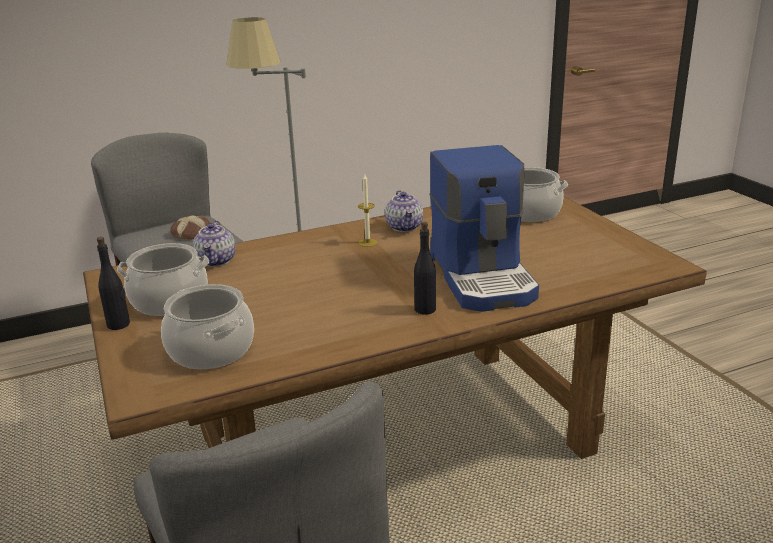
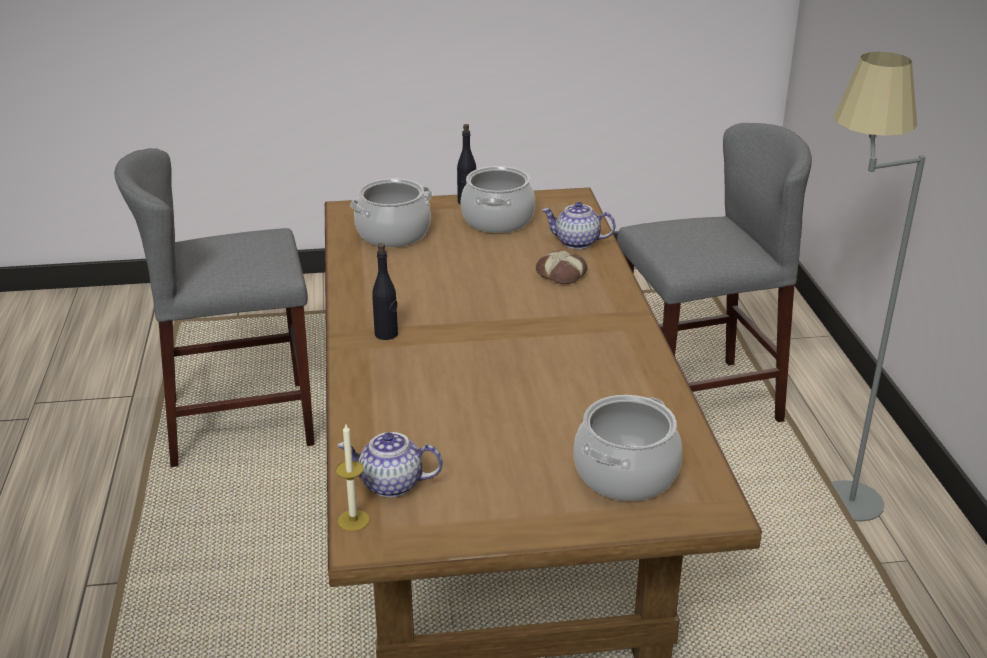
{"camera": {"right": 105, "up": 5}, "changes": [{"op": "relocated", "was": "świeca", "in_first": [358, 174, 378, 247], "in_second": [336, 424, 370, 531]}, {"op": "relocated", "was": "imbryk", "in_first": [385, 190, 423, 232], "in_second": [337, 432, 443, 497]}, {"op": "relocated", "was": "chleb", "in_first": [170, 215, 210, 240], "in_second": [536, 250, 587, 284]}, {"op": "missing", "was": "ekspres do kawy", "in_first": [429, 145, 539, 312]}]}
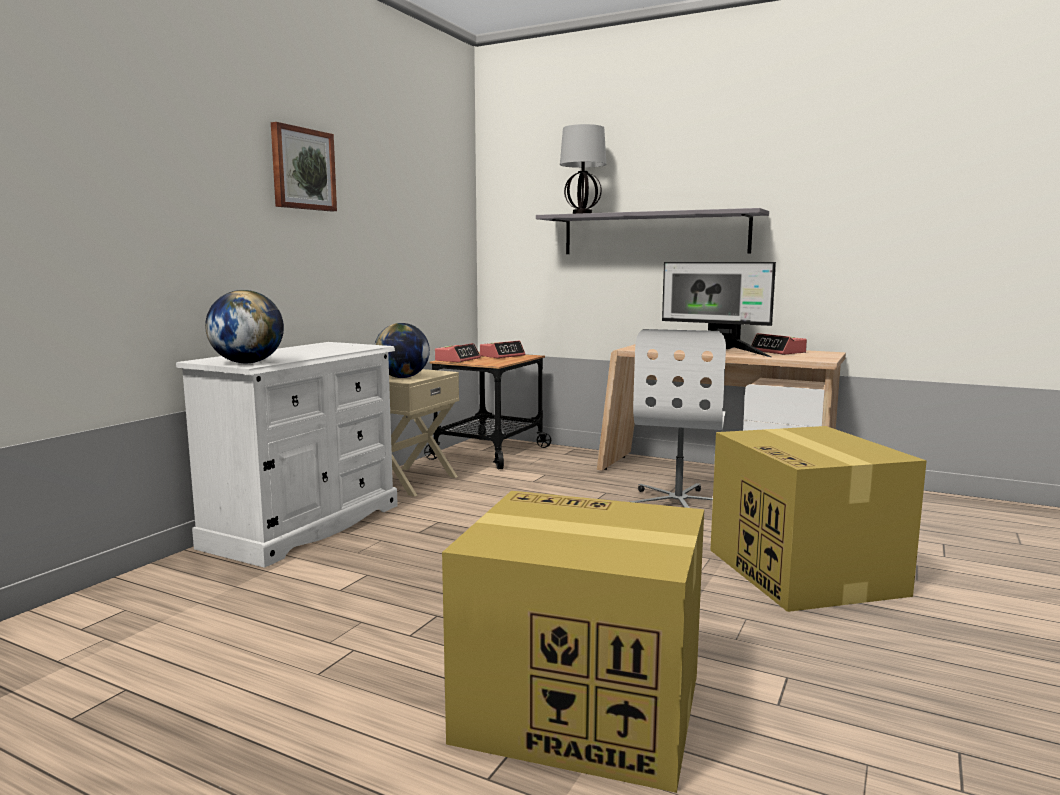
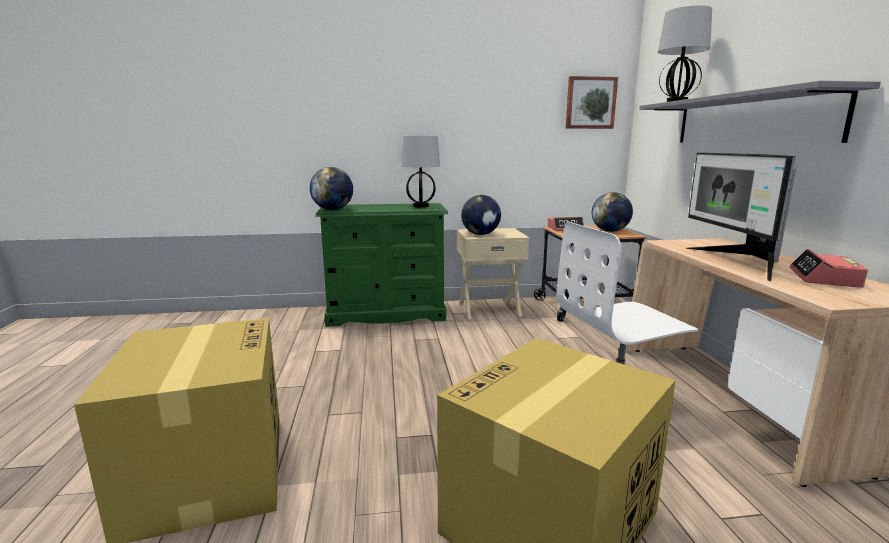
{"camera": {"right": 55, "up": 5}, "changes": [{"op": "colour", "was": "komoda [biały]", "now": "komoda [zielony]", "in_first": [176, 342, 398, 568], "in_second": [316, 203, 448, 327]}, {"op": "appeared", "now": "lampa stołowa", "in_second": [401, 136, 440, 208]}, {"op": "relocated", "was": "obraz", "in_first": [271, 122, 337, 211], "in_second": [566, 76, 618, 129]}, {"op": "exchanged", "was": "budzik", "now": "globus", "in_first": [480, 341, 525, 358], "in_second": [592, 192, 633, 232]}]}
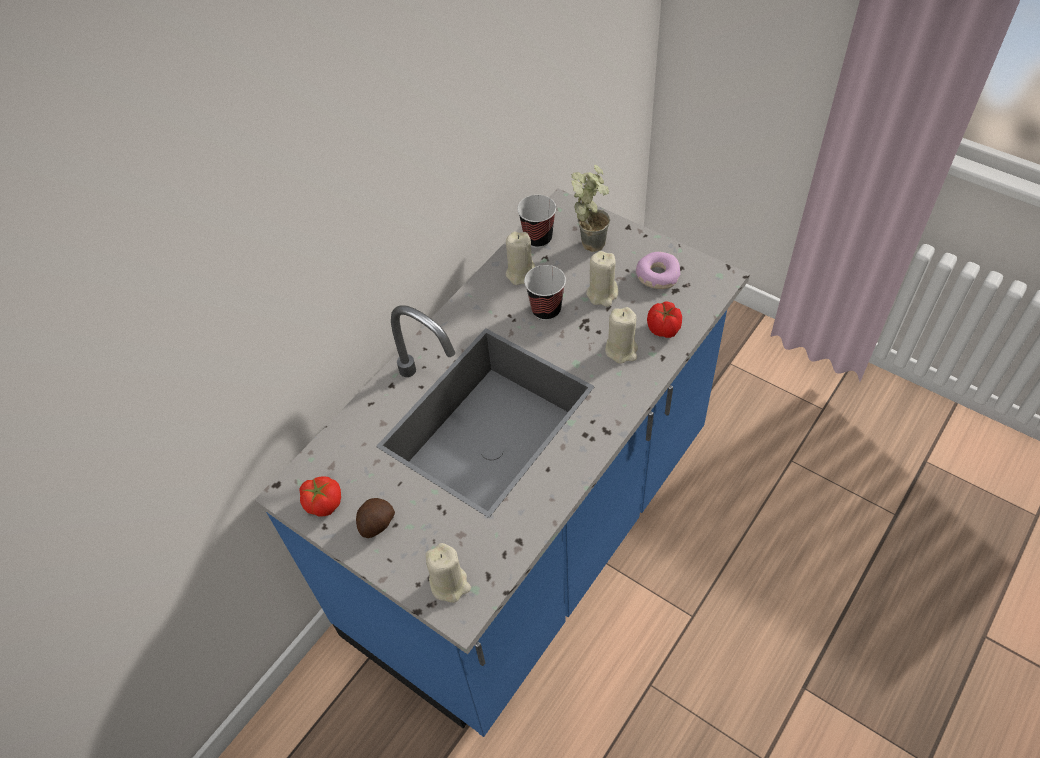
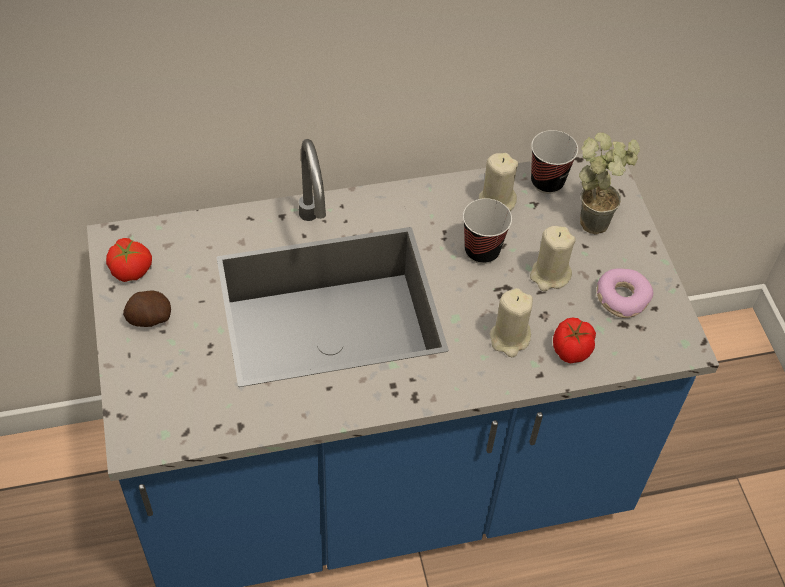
{"camera": {"right": 35, "up": 0}, "changes": [{"op": "missing", "was": "świeca [beżowy]", "in_first": [426, 543, 471, 603]}]}
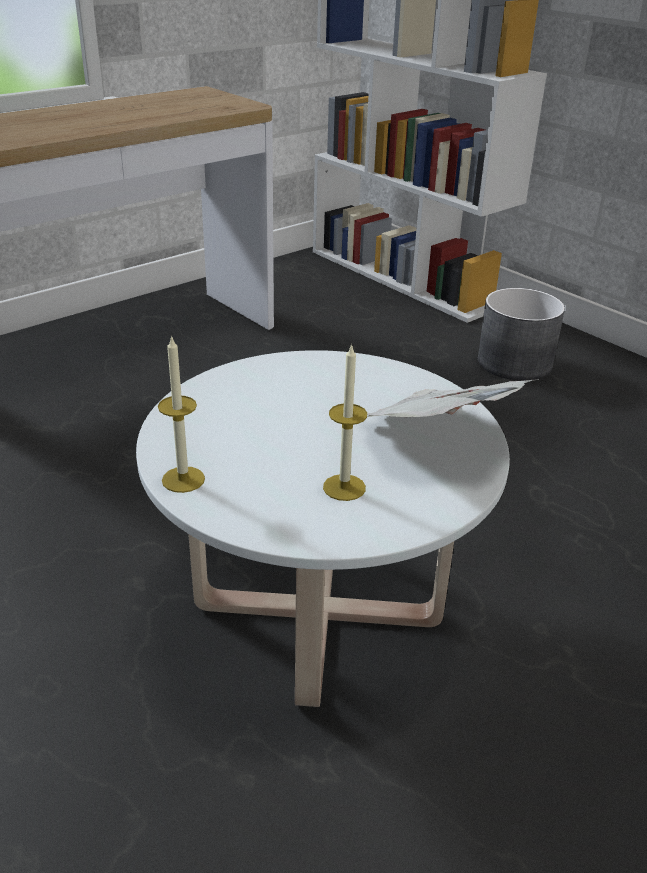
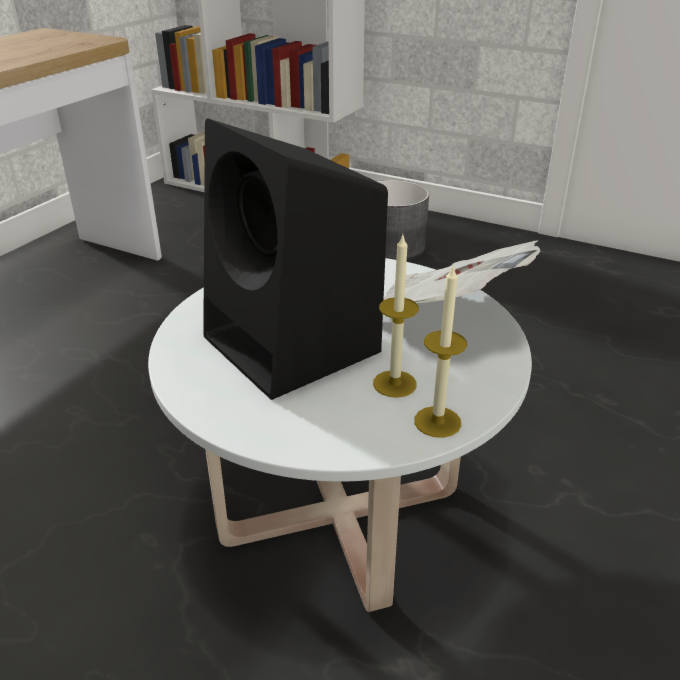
{"camera": {"right": -20, "up": 0}, "changes": [{"op": "appeared", "now": "głośnik [czarny]", "in_second": [203, 118, 388, 400]}, {"op": "relocated", "was": "świeca", "in_first": [158, 335, 205, 493], "in_second": [414, 267, 467, 438]}]}
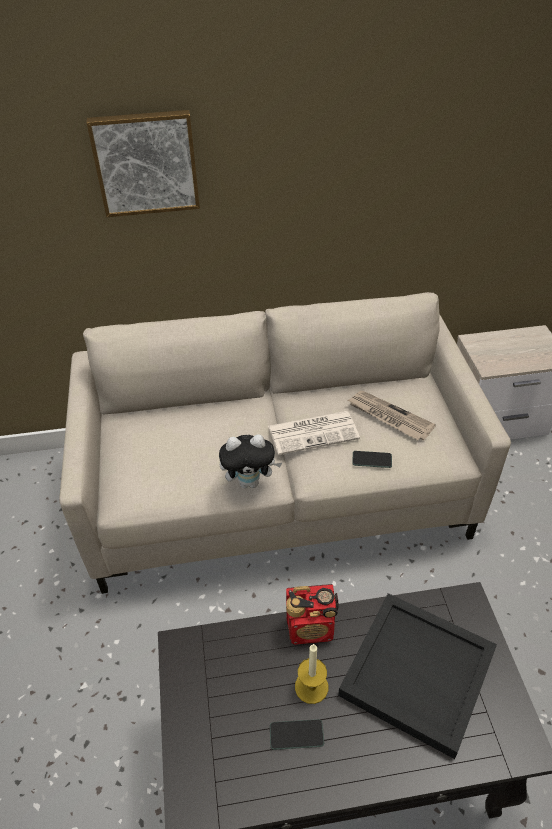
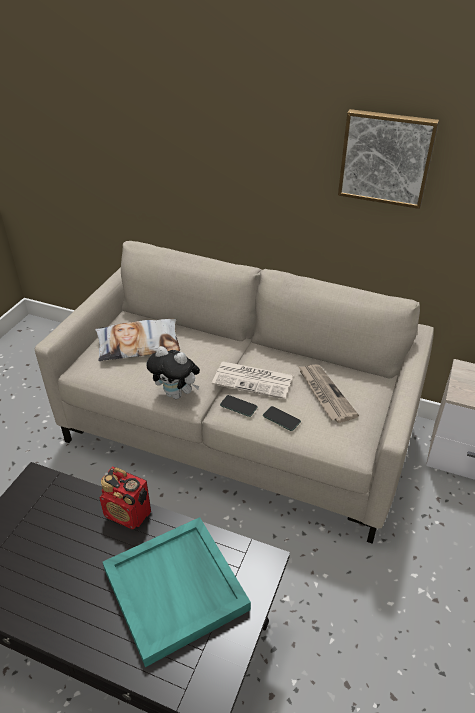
{"camera": {"right": 30, "up": -5}, "changes": [{"op": "appeared", "now": "poduszka", "in_second": [95, 319, 180, 361]}, {"op": "colour", "was": "taca [czarny]", "now": "taca [turkusowy]", "in_first": [338, 593, 497, 759], "in_second": [103, 517, 251, 667]}, {"op": "relocated", "was": "telefon", "in_first": [270, 719, 324, 750], "in_second": [220, 395, 258, 417]}, {"op": "relocated", "was": "obraz", "in_first": [86, 110, 200, 217], "in_second": [338, 109, 439, 209]}, {"op": "missing", "was": "świeca", "in_first": [295, 643, 328, 704]}]}
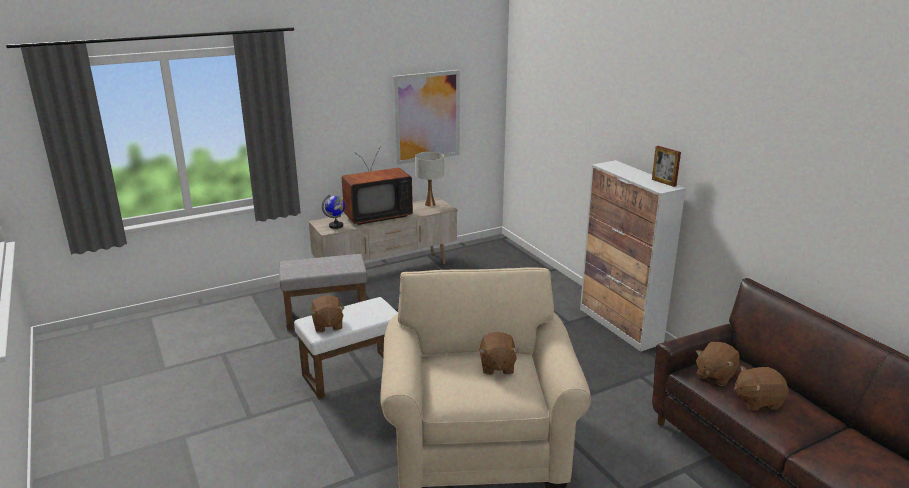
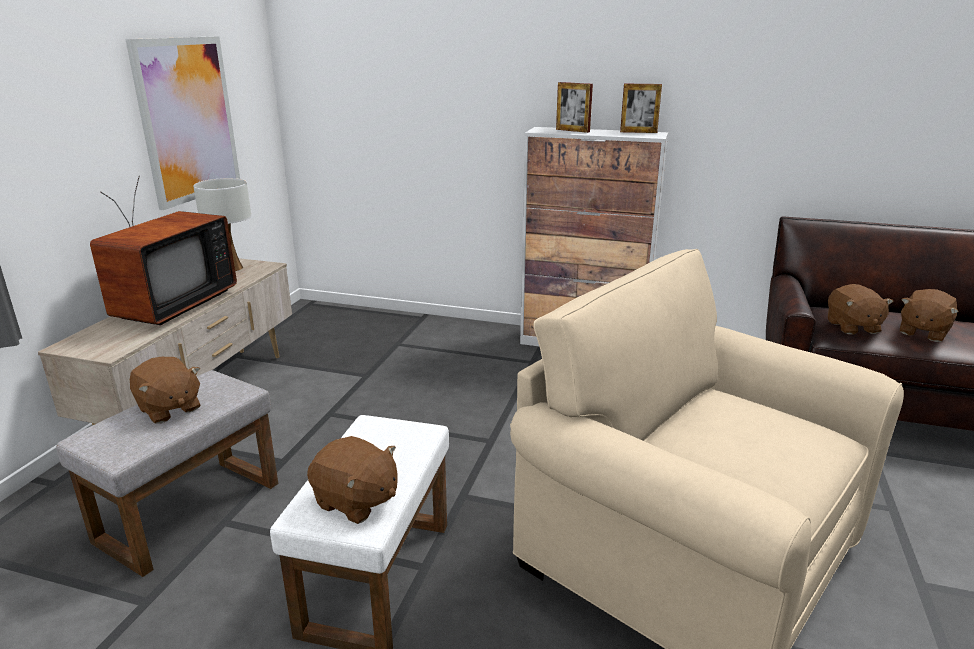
{"camera": {"right": -45, "up": 0}, "changes": [{"op": "relocated", "was": "pluszak [brązowy]", "in_first": [479, 332, 519, 375], "in_second": [130, 357, 201, 424]}, {"op": "appeared", "now": "ramka na zdjęcie", "in_second": [556, 82, 593, 133]}, {"op": "missing", "was": "globus", "in_first": [322, 195, 345, 229]}]}
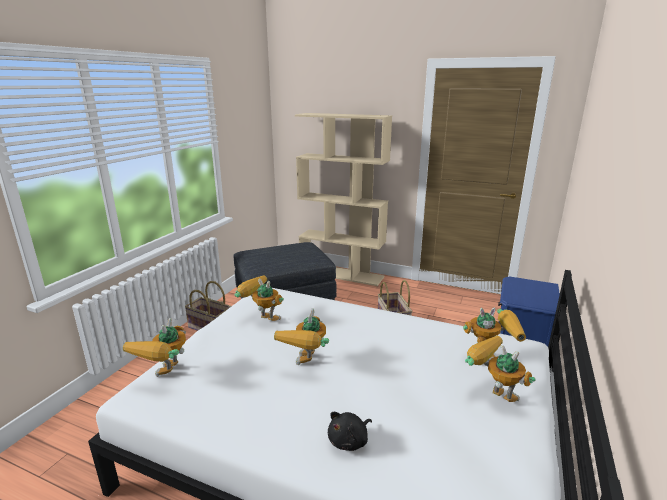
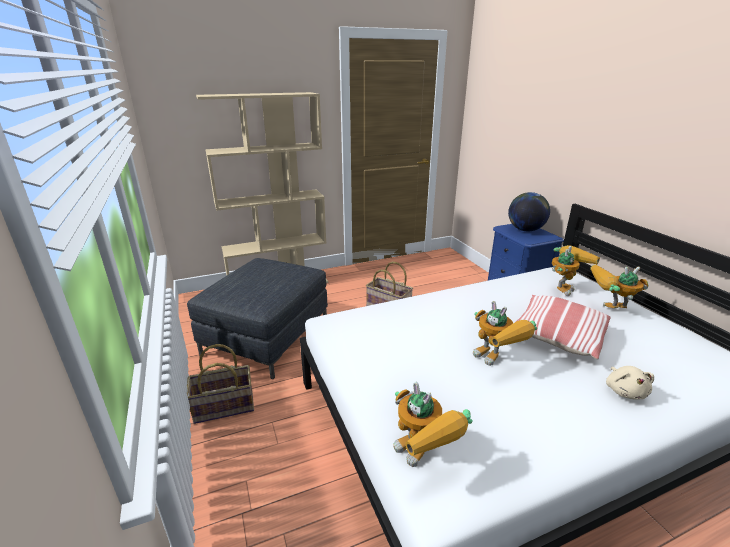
{"camera": {"right": -45, "up": 5}, "changes": [{"op": "appeared", "now": "globus", "in_second": [508, 192, 550, 231]}, {"op": "appeared", "now": "poduszka", "in_second": [516, 295, 611, 360]}, {"op": "colour", "was": "pluszak [czarny]", "now": "pluszak [beżowy]", "in_first": [328, 412, 372, 451], "in_second": [606, 366, 654, 400]}, {"op": "missing", "was": "robot zabawkowy", "in_first": [234, 275, 284, 321]}]}
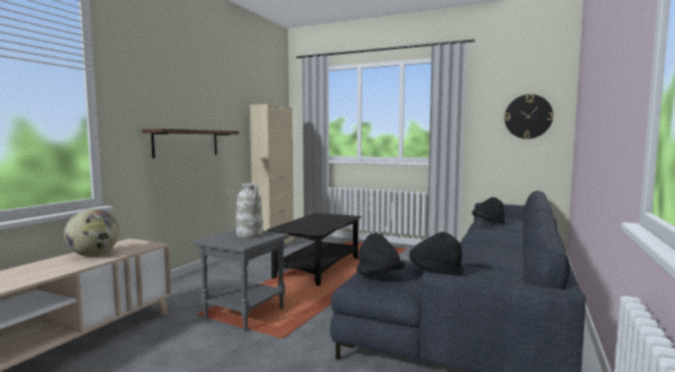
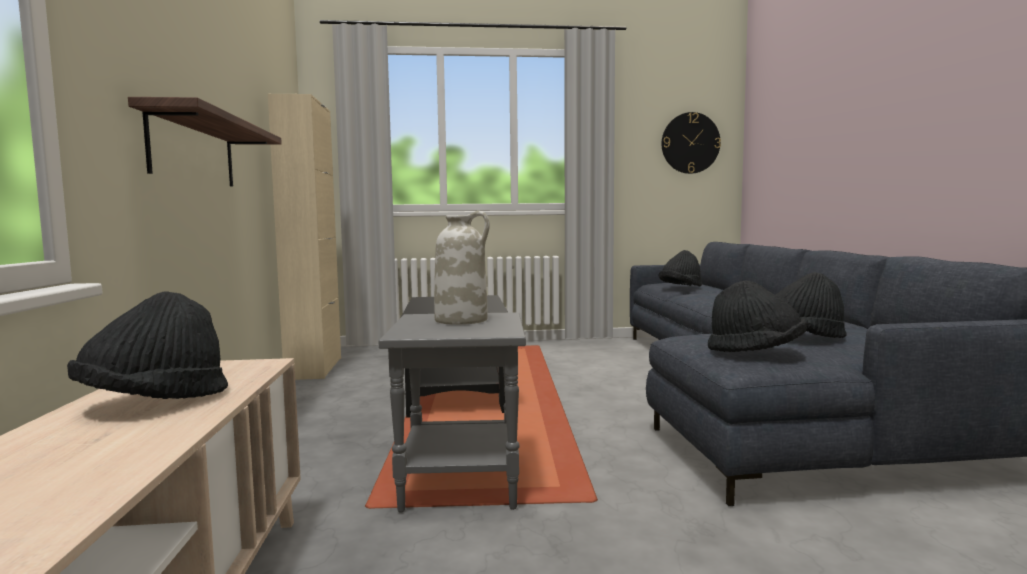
{"camera": {"right": -30, "up": 0}, "changes": [{"op": "exchanged", "was": "globus", "now": "kapelusz [czarny]", "in_first": [64, 209, 119, 257], "in_second": [67, 291, 228, 399]}]}
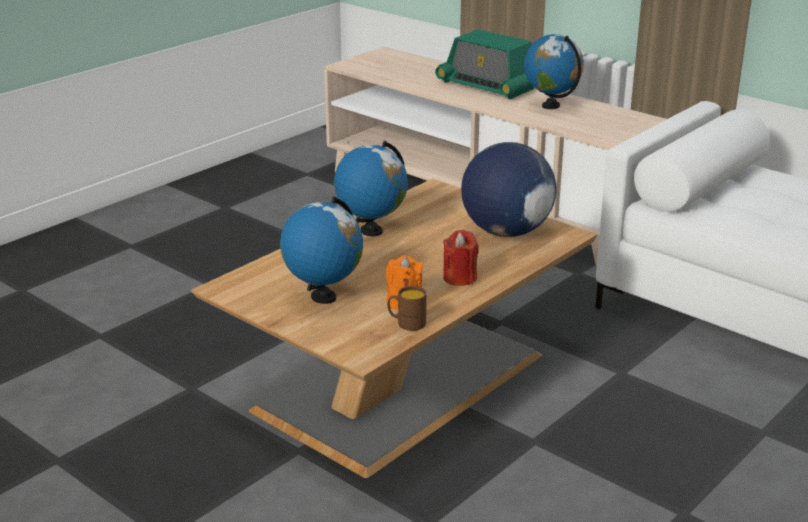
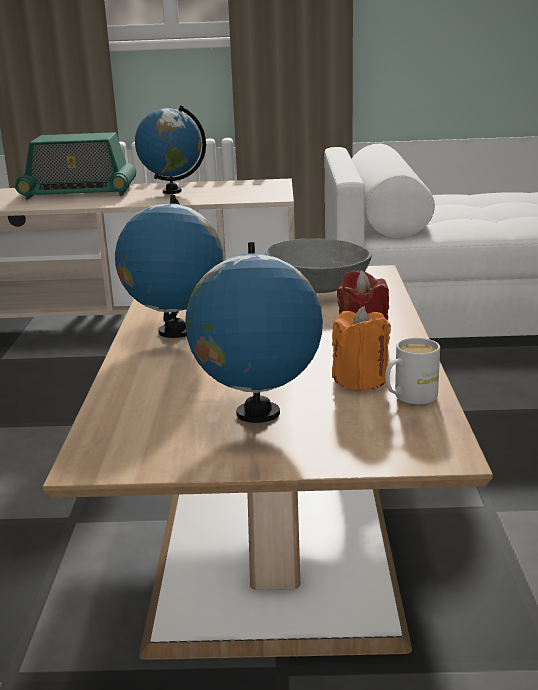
{"camera": {"right": -40, "up": -5}, "changes": [{"op": "exchanged", "was": "globus", "now": "miska [szary]", "in_first": [461, 142, 556, 237], "in_second": [266, 238, 371, 293]}, {"op": "colour", "was": "kubek [brązowy]", "now": "kubek [biały]", "in_first": [387, 286, 427, 331], "in_second": [385, 338, 440, 404]}]}
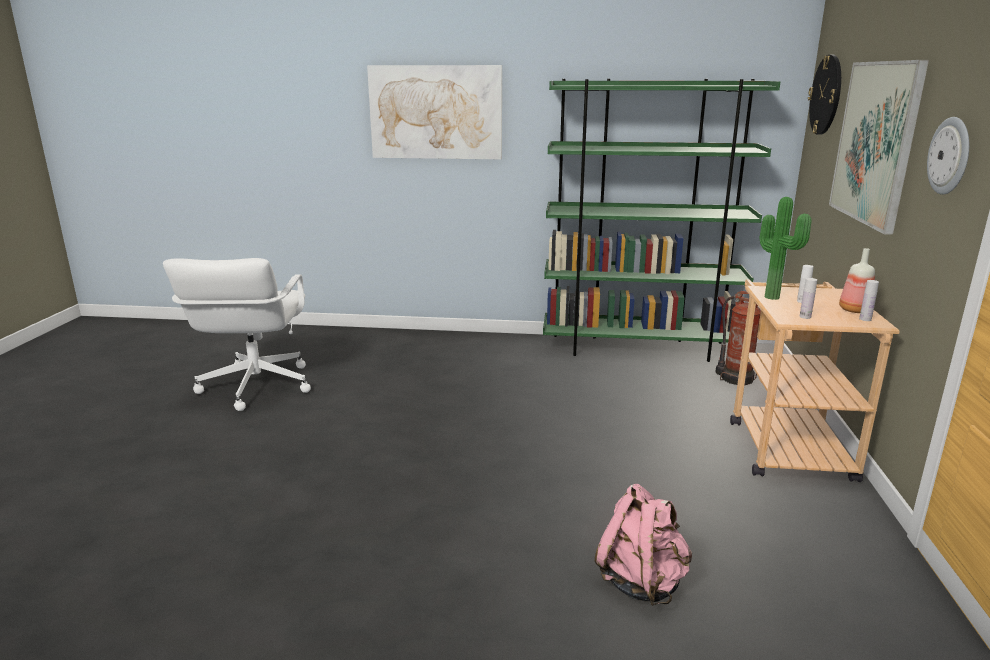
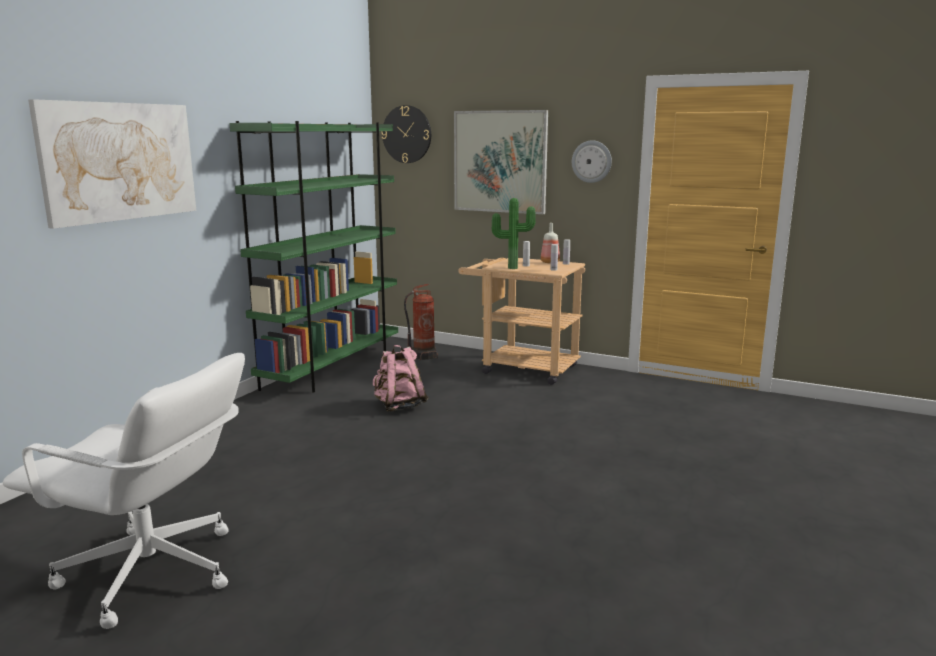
{"camera": {"right": -70, "up": -5}, "changes": [{"op": "relocated", "was": "plecak [różowy]", "in_first": [595, 484, 692, 606], "in_second": [373, 345, 429, 412]}]}
